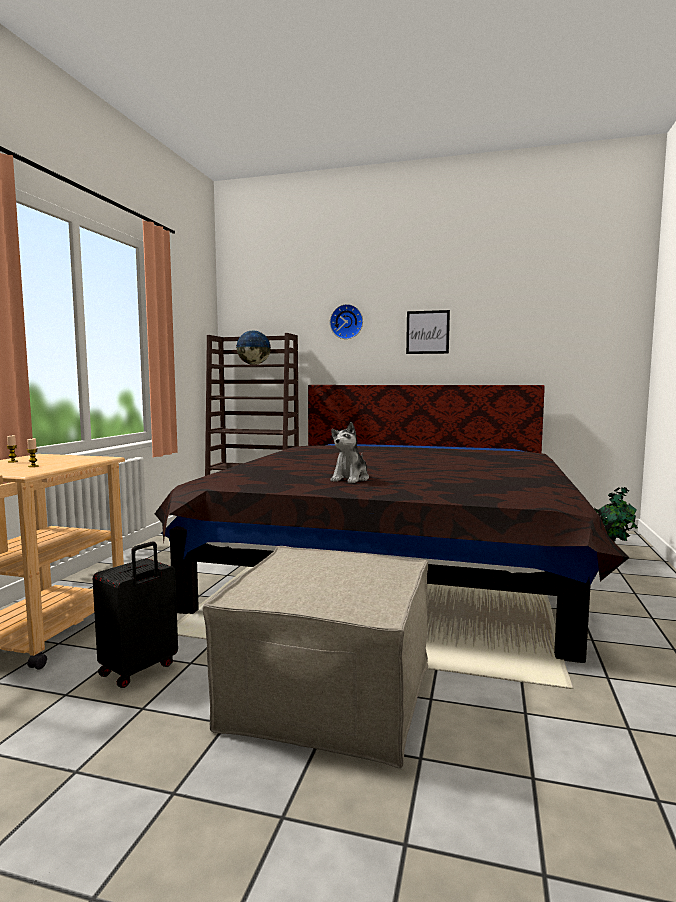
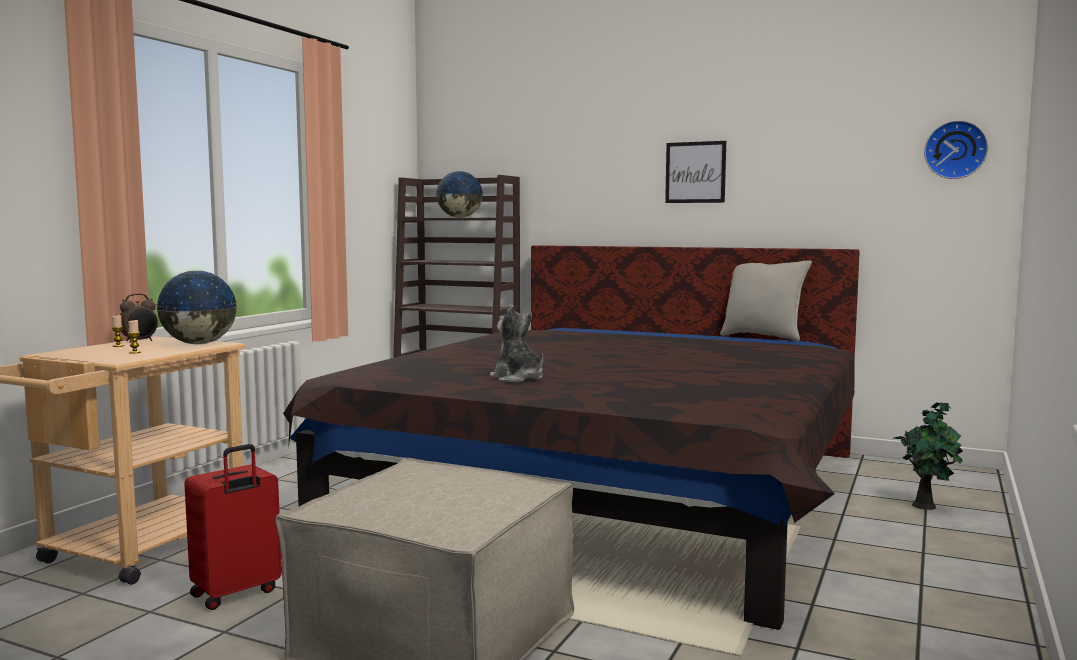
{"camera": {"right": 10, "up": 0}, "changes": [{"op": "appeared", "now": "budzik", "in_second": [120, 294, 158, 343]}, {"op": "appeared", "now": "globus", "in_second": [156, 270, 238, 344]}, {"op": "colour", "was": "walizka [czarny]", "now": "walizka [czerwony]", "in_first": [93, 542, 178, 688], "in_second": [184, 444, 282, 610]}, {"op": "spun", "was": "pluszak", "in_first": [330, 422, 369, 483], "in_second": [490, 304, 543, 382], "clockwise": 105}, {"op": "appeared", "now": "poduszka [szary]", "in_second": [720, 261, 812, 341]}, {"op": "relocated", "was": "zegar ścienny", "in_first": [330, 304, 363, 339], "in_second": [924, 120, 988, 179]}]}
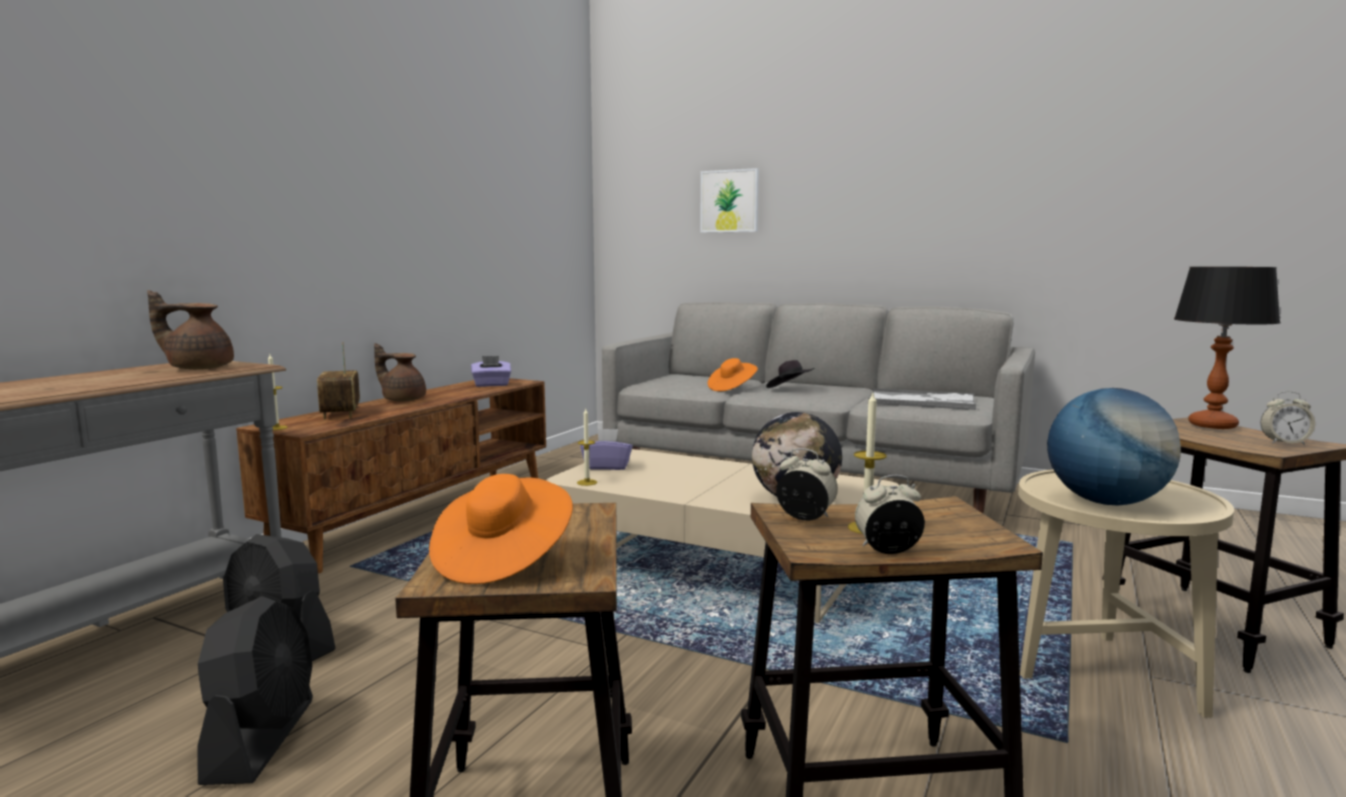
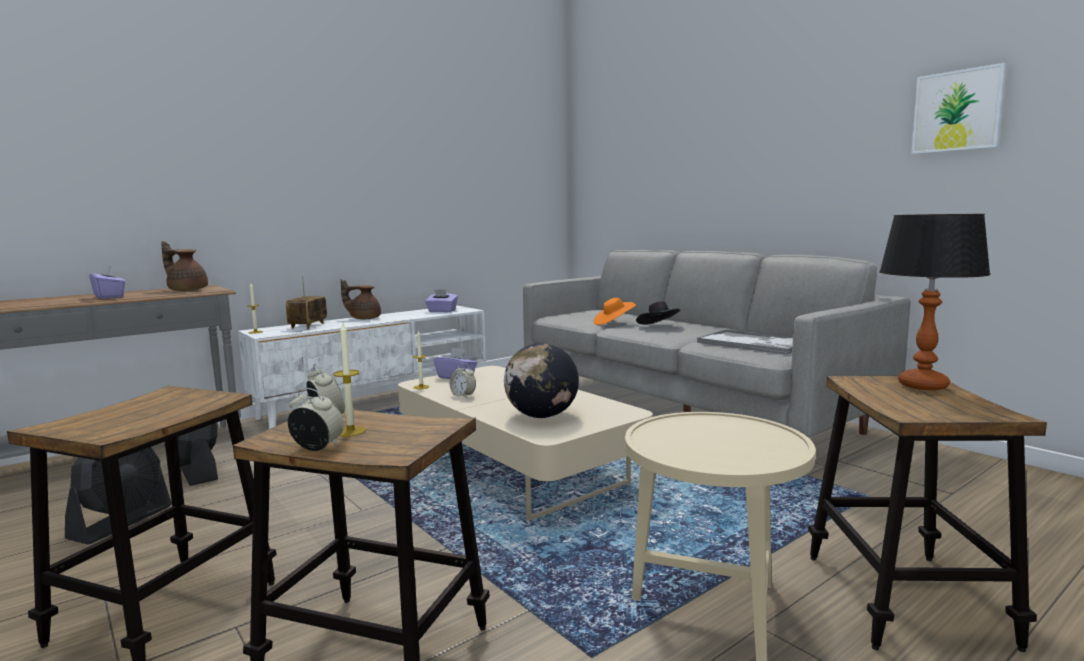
{"camera": {"right": 25, "up": 0}, "changes": [{"op": "appeared", "now": "pudełko chusteczek [fioletowy]", "in_second": [89, 265, 126, 299]}, {"op": "colour", "was": "szafka pod telewizor [brązowy]", "now": "szafka pod telewizor [biały]", "in_first": [236, 378, 546, 574], "in_second": [238, 305, 486, 429]}, {"op": "spun", "was": "imbryk [brązowy]", "in_first": [374, 343, 426, 402], "in_second": [341, 279, 381, 319], "clockwise": -45}, {"op": "relocated", "was": "budzik", "in_first": [1260, 391, 1315, 445], "in_second": [450, 363, 476, 397]}, {"op": "relocated", "was": "obraz", "in_first": [700, 168, 759, 233], "in_second": [911, 63, 1007, 154]}, {"op": "missing", "was": "kapelusz [pomarańczowy]", "in_first": [429, 474, 573, 584]}, {"op": "missing", "was": "globus", "in_first": [1047, 388, 1181, 505]}]}
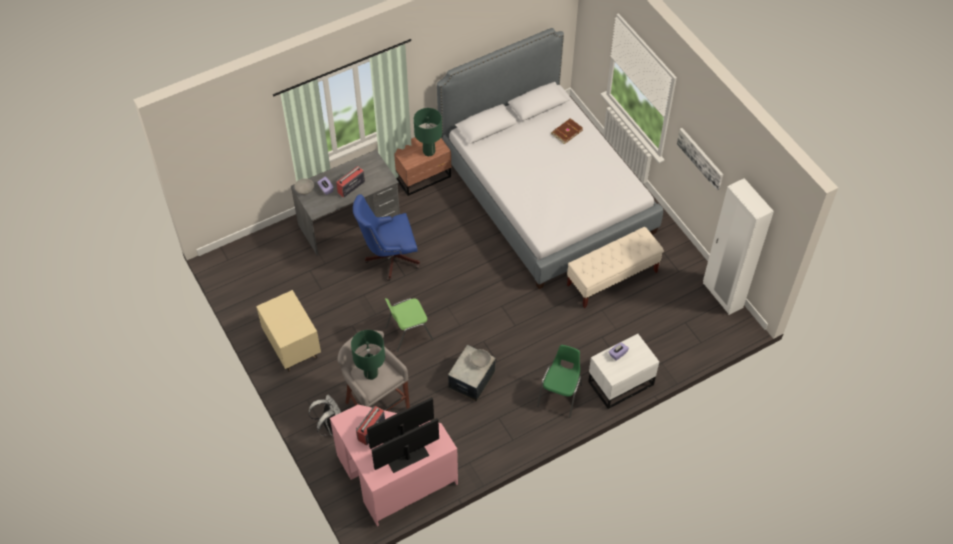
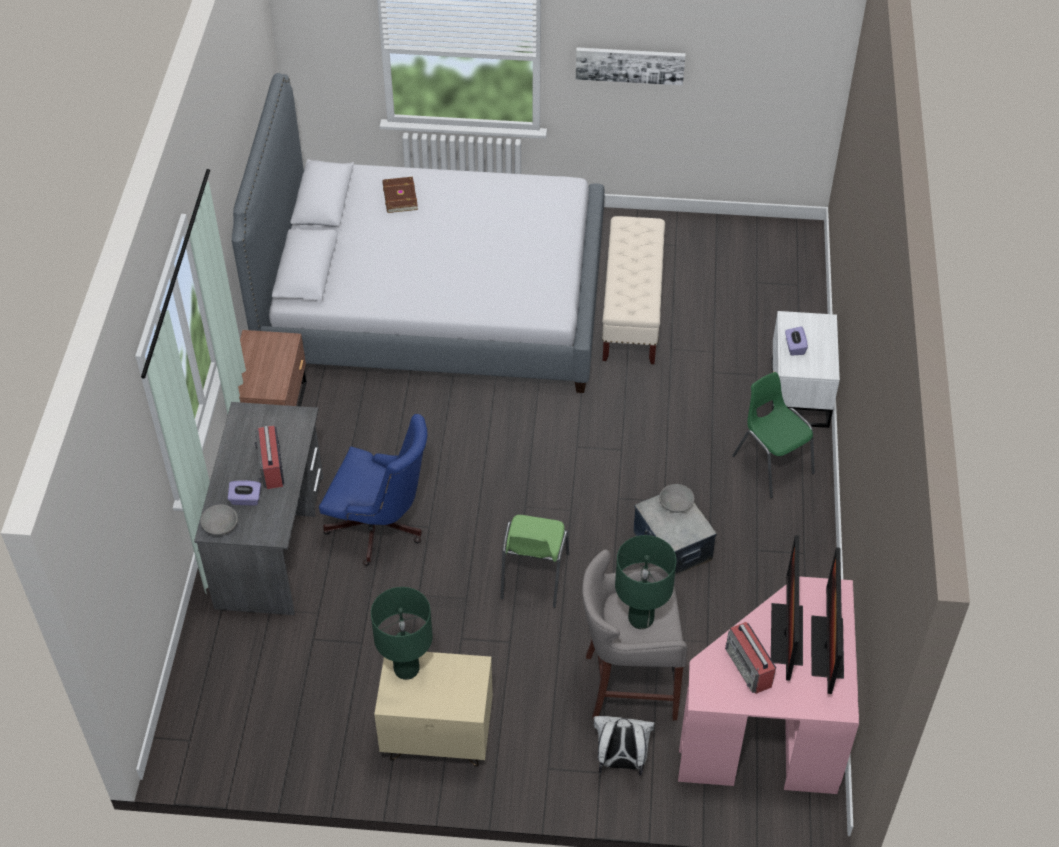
{"camera": {"right": -55, "up": -5}, "changes": [{"op": "spun", "was": "krzesło biurowe [niebieski]", "in_first": [353, 194, 420, 281], "in_second": [319, 414, 428, 566], "clockwise": -90}, {"op": "relocated", "was": "lampa stołowa [zielony]", "in_first": [414, 108, 442, 156], "in_second": [371, 587, 433, 680]}, {"op": "missing", "was": "szafa [biały]", "in_first": [703, 178, 774, 315]}]}
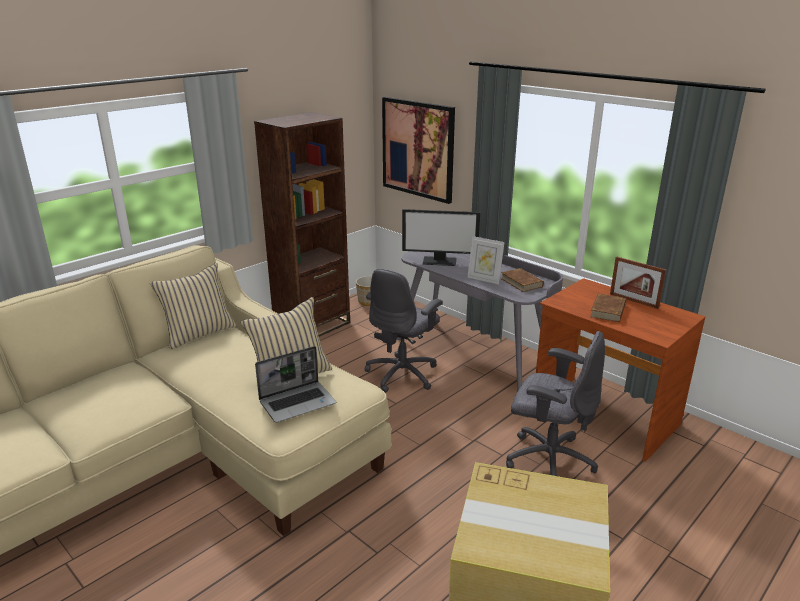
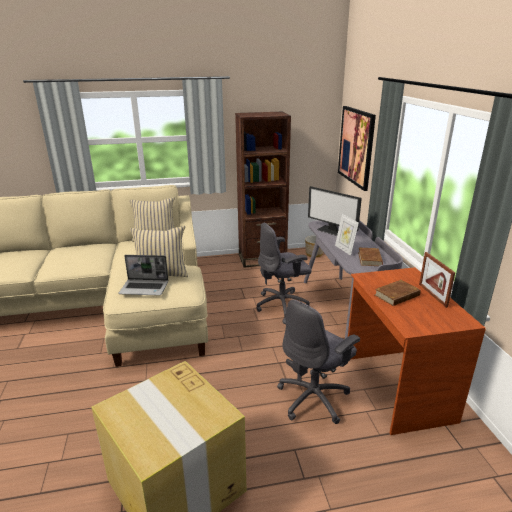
{"camera": {"right": 35, "up": 0}, "changes": [{"op": "spun", "was": "krzesło biurowe [szary]", "in_first": [506, 331, 605, 476], "in_second": [277, 299, 360, 424], "clockwise": 75}]}
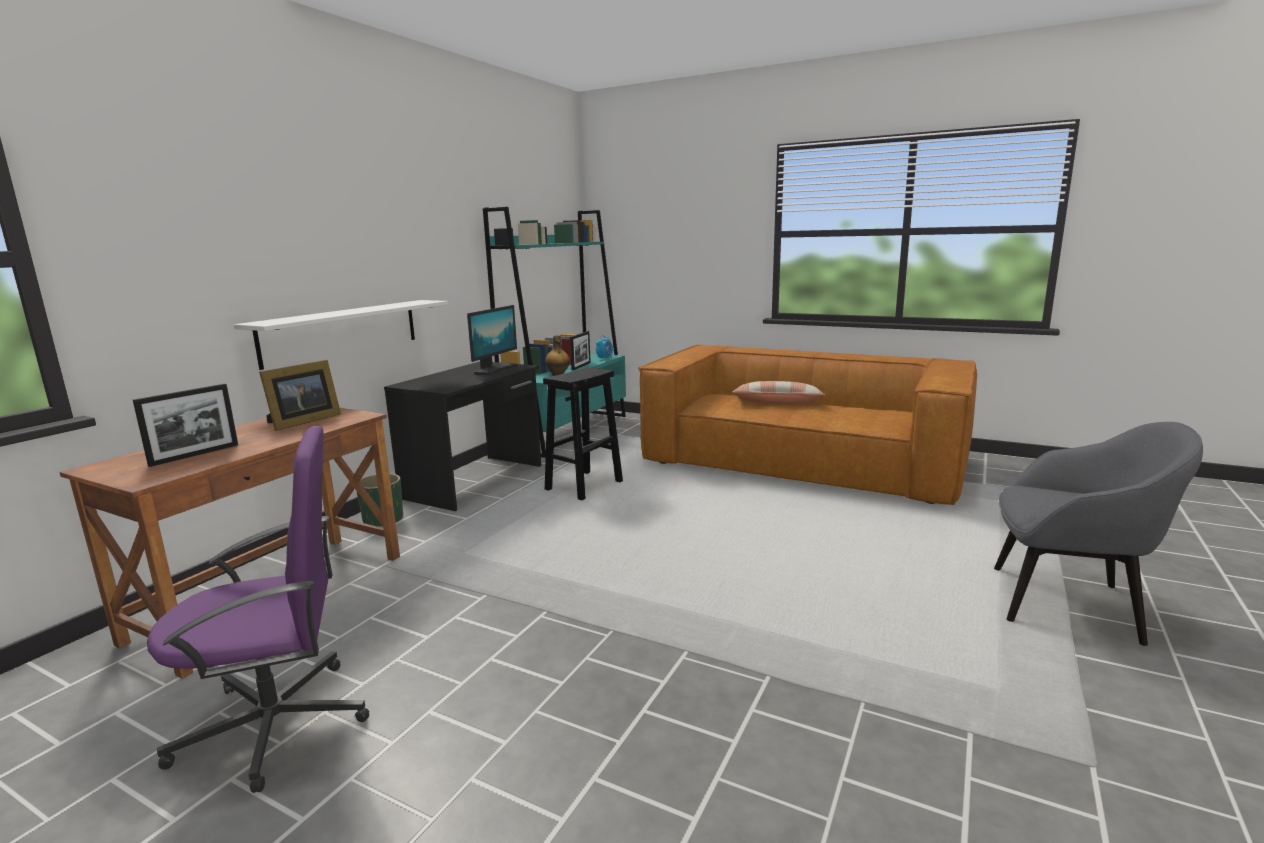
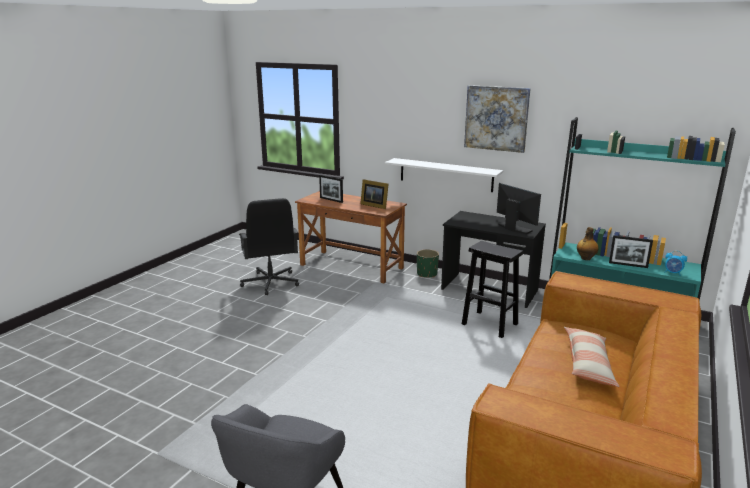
{"camera": {"right": 90, "up": 5}, "changes": [{"op": "colour", "was": "krzesło biurowe [fioletowy]", "now": "krzesło biurowe [czarny]", "in_first": [147, 426, 369, 793], "in_second": [239, 198, 299, 295]}, {"op": "appeared", "now": "obraz", "in_second": [464, 85, 531, 153]}, {"op": "spun", "was": "monitor", "in_first": [467, 305, 518, 375], "in_second": [497, 183, 541, 234], "clockwise": -150}]}
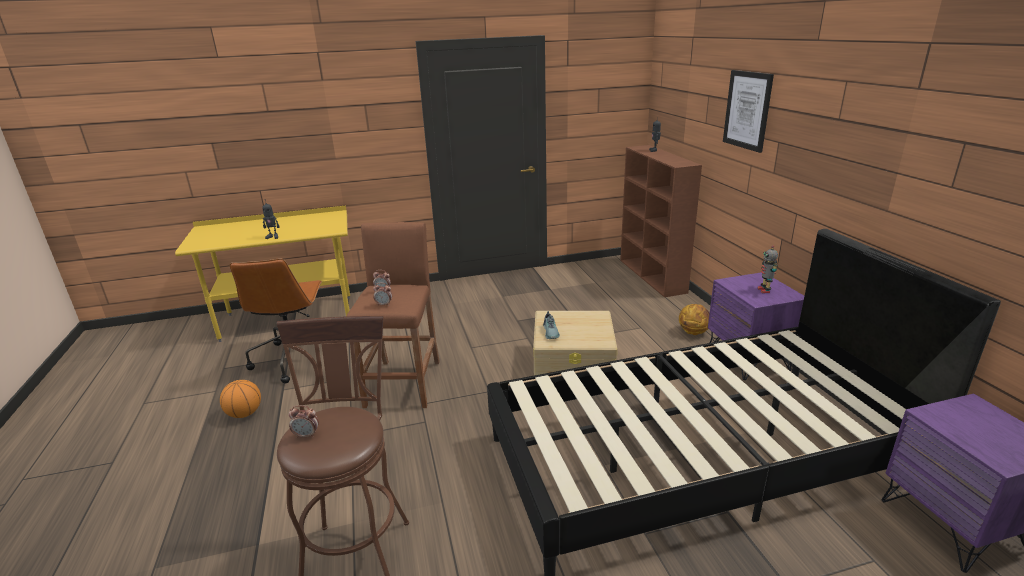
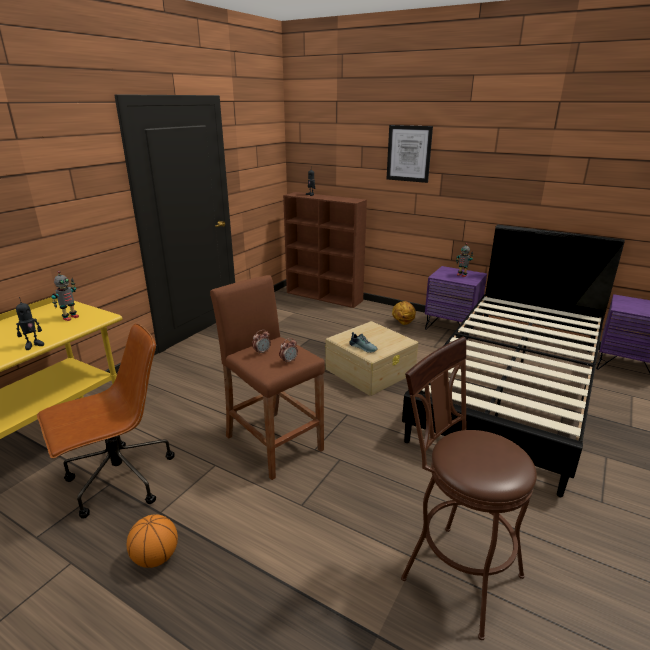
{"camera": {"right": -45, "up": 0}, "changes": [{"op": "spun", "was": "krzesło biurowe [brązowy]", "in_first": [230, 259, 322, 383], "in_second": [37, 323, 175, 519], "clockwise": -75}, {"op": "appeared", "now": "robot zabawkowy", "in_second": [51, 271, 79, 321]}, {"op": "missing", "was": "budzik", "in_first": [289, 405, 319, 438]}]}
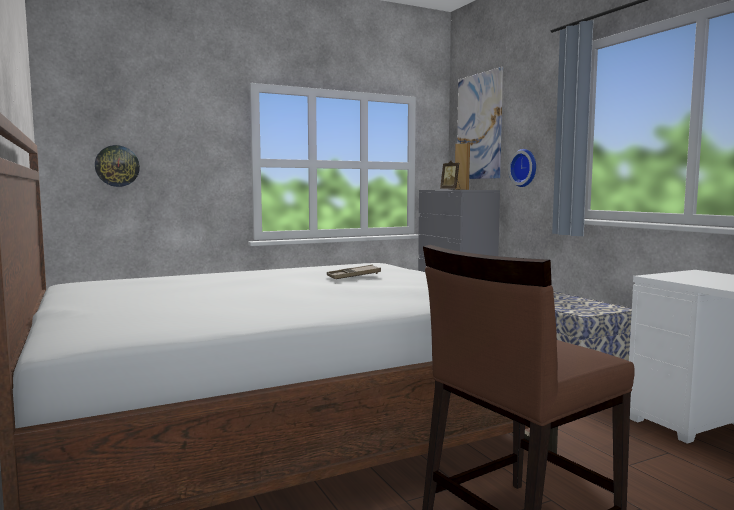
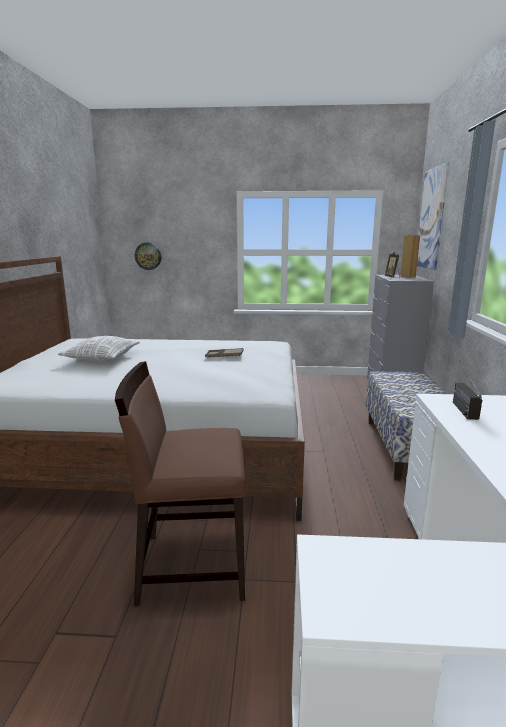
{"camera": {"right": 30, "up": 10}, "changes": [{"op": "appeared", "now": "poduszka", "in_second": [58, 336, 140, 361]}, {"op": "appeared", "now": "radio", "in_second": [453, 360, 482, 420]}, {"op": "missing", "was": "zegar ścienny", "in_first": [508, 149, 536, 187]}]}
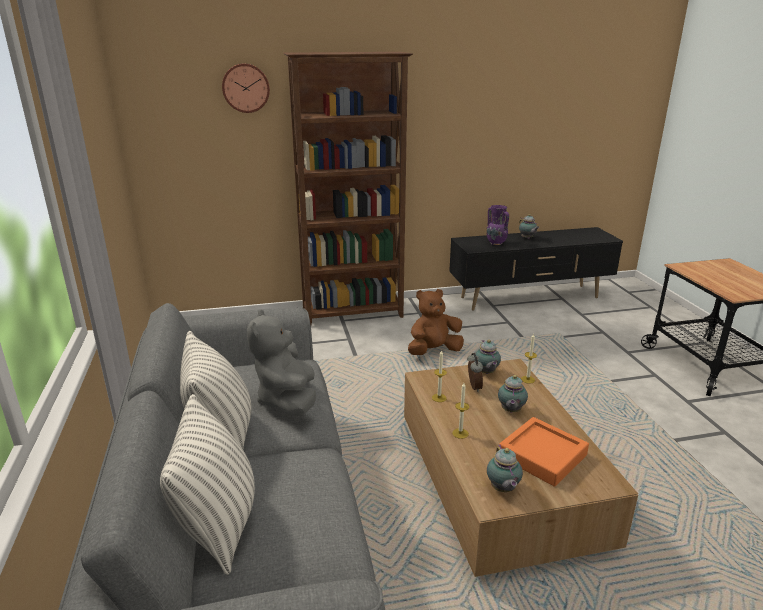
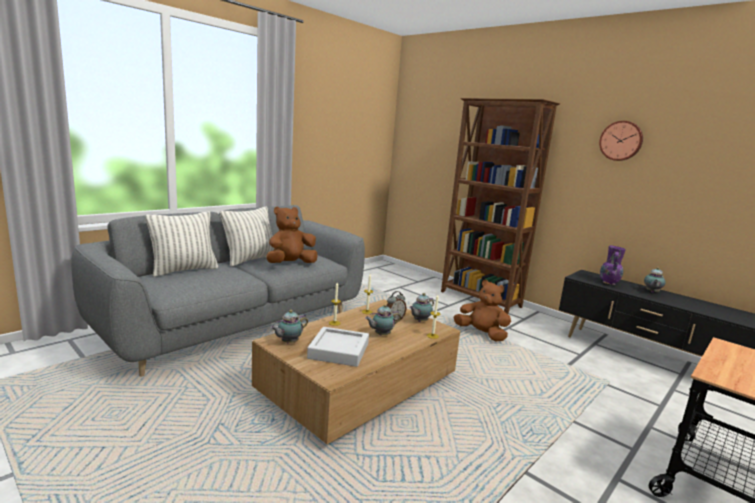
{"camera": {"right": 55, "up": -10}, "changes": [{"op": "colour", "was": "pluszak [szary]", "now": "pluszak [brązowy]", "in_first": [247, 309, 316, 416], "in_second": [266, 206, 318, 263]}, {"op": "colour", "was": "taca [pomarańczowy]", "now": "taca [szary]", "in_first": [499, 417, 589, 487], "in_second": [307, 327, 369, 367]}, {"op": "relocated", "was": "zegar ścienny", "in_first": [222, 63, 270, 113], "in_second": [599, 121, 643, 161]}]}
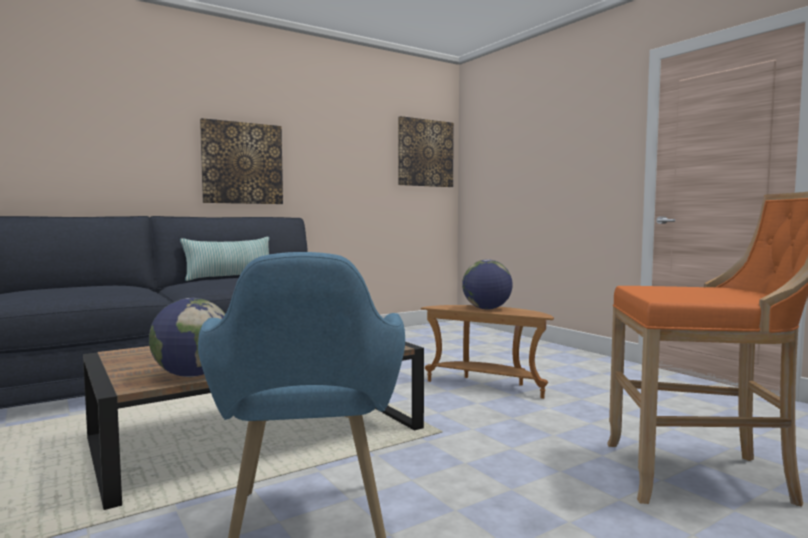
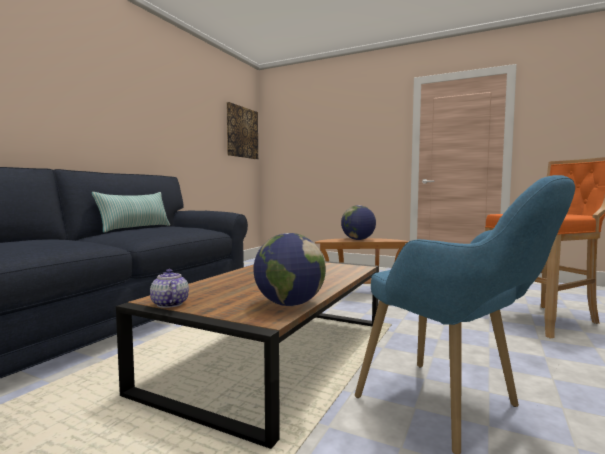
{"camera": {"right": -30, "up": 0}, "changes": [{"op": "appeared", "now": "imbryk", "in_second": [150, 269, 189, 308]}, {"op": "missing", "was": "obraz", "in_first": [200, 118, 283, 204]}]}
